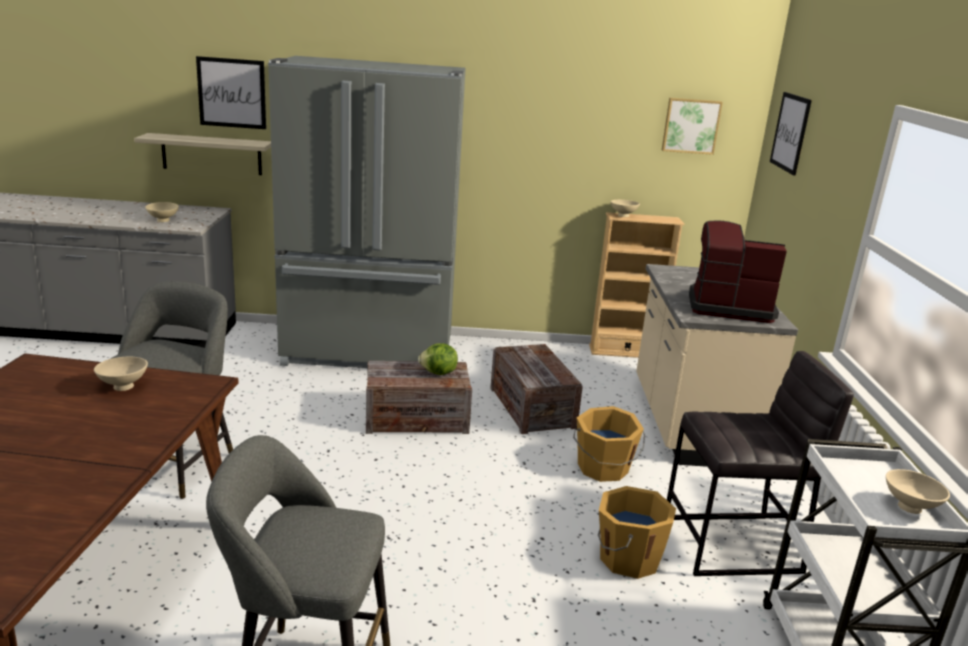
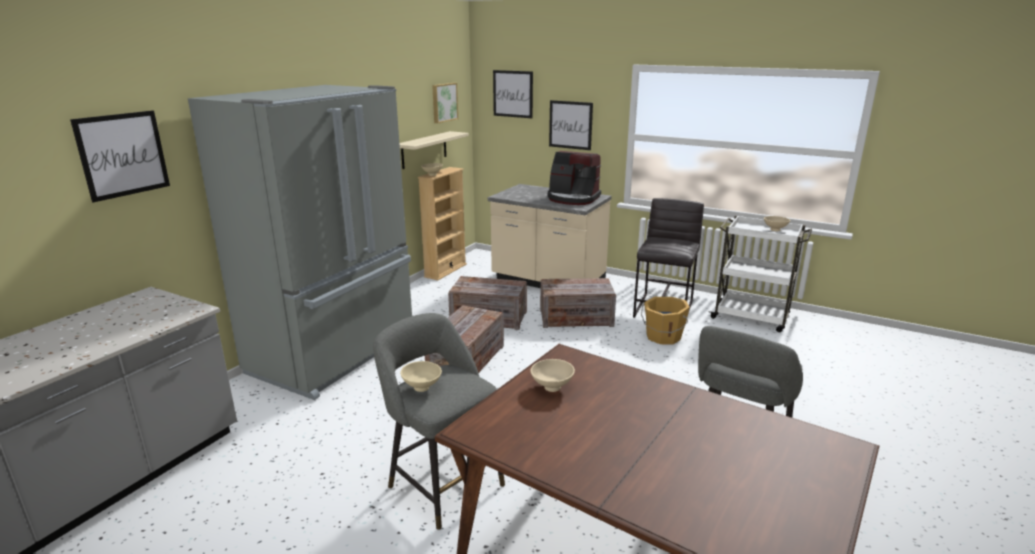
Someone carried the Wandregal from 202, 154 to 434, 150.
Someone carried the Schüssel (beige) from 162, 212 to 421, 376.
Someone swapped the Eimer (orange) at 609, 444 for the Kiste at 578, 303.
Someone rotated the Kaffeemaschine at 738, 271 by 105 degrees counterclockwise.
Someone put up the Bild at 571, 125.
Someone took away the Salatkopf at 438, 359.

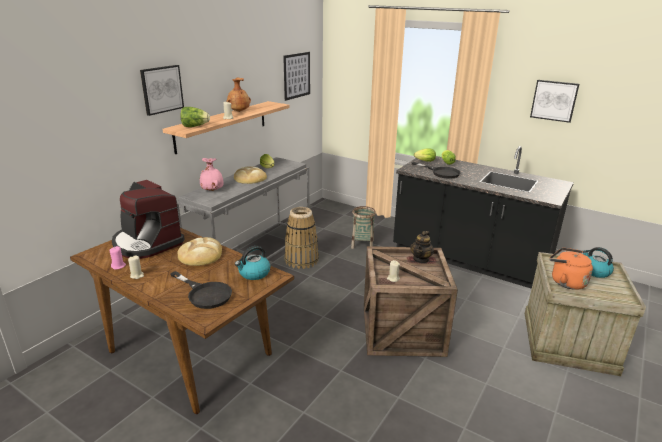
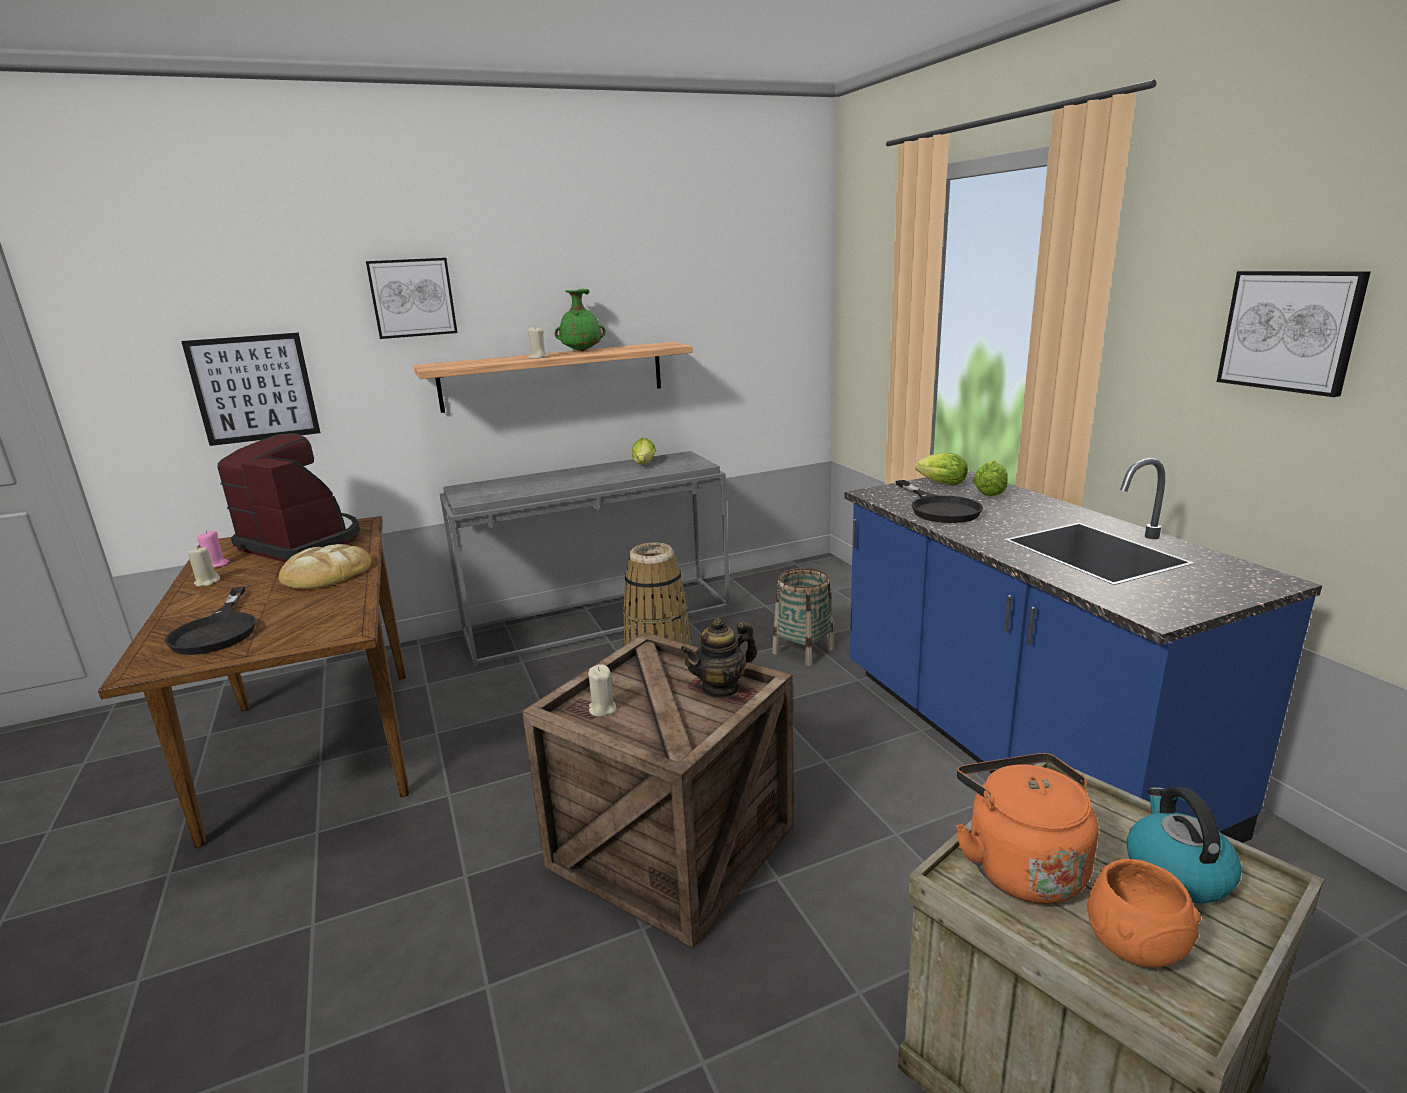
Someone carried the Bild from 296, 76 to 250, 389.
Someone rotated the Kaffeemaschine at 148, 219 by 135 degrees clockwise.
Someone repainted the Vase (braun) at 238, 95, which became the Vase (grün) at 580, 320.
Someone repainted the Küchenzeile (schwarz) at 483, 217, which became the Küchenzeile (blau) at 1083, 650.
Someone put down the Schüssel (orange) at 1144, 913.
Someone took away the Salatkopf at 195, 117.
Someone took away the Vase (rosa) at 211, 174.
Someone took away the Brot at 250, 175.
Someone took away the Wasserkessel at 252, 263.

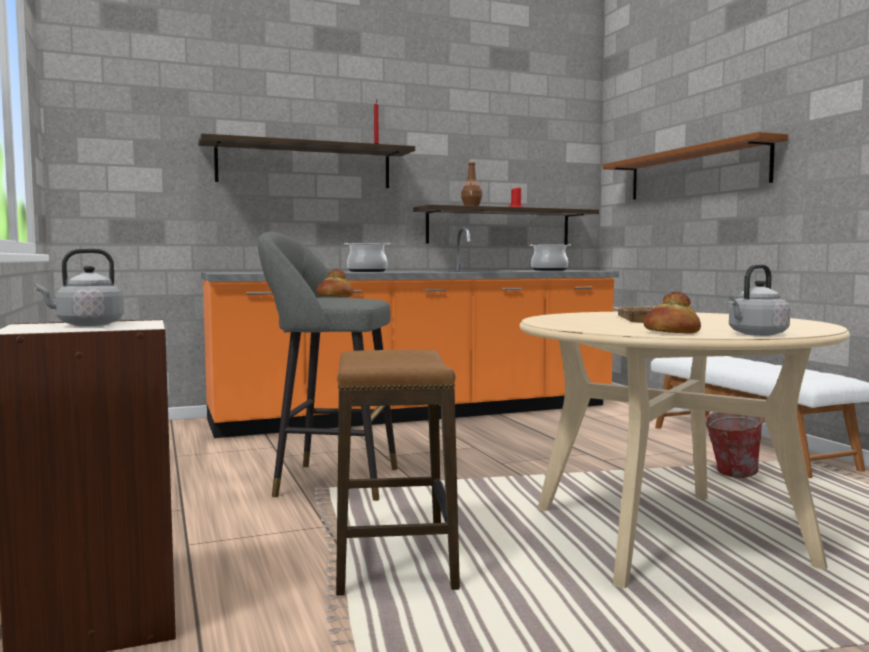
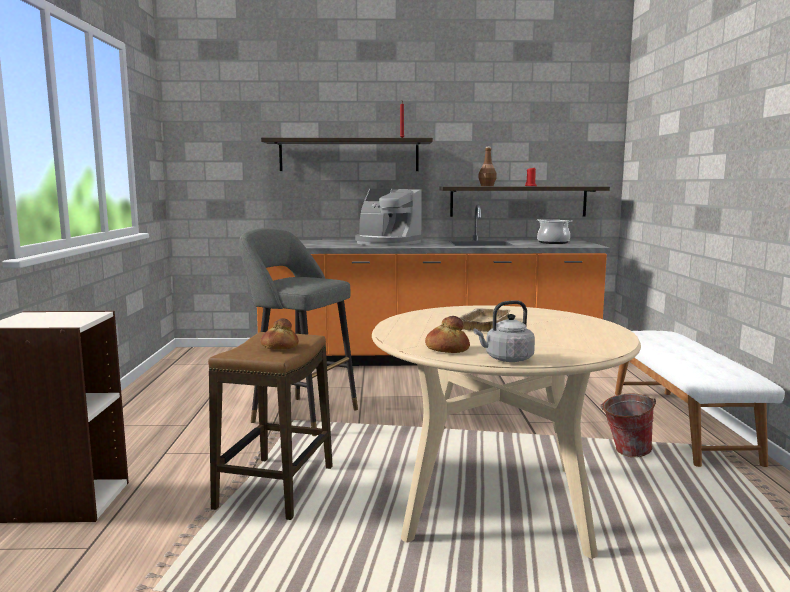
Someone carried the Brot from 335, 283 to 280, 333.
Someone swapped the Kochtopf at 367, 257 for the Kaffeemaschine at 389, 217.
Someone took away the Wasserkessel (grau) at 79, 287.
Someone took away the Wandregal (braun) at 695, 166.

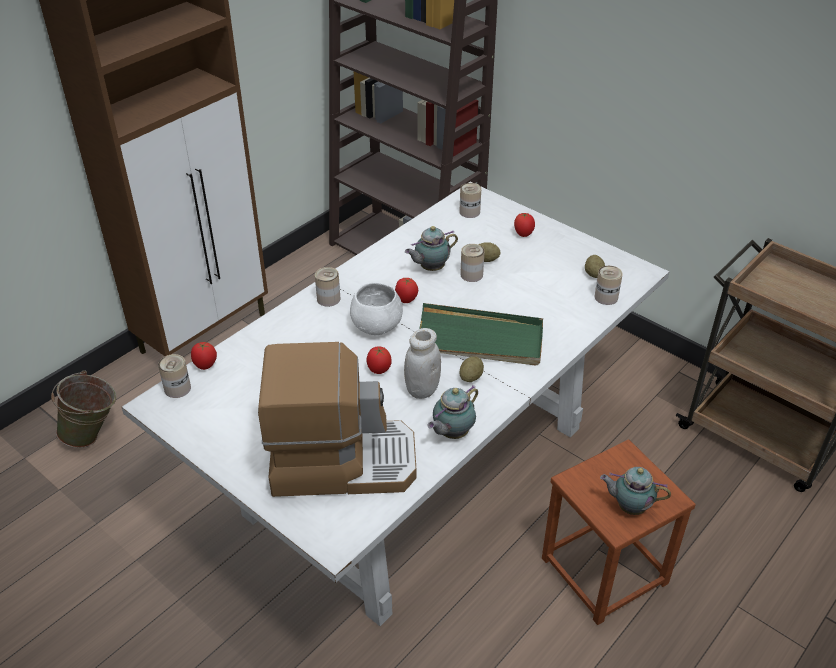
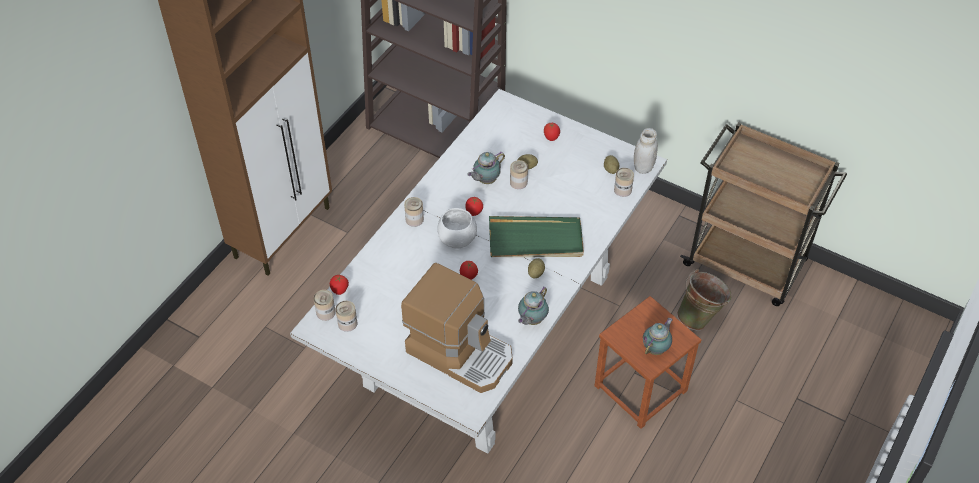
Someone carried the Dose from 470, 200 to 346, 316.
Someone rotated the Kaffeemaschine at 337, 419 by 45 degrees clockwise.
Someone carried the Vorratsglas (weiß) from 422, 363 to 646, 151.
Someone rotated the Teekanne at 635, 491 by 120 degrees clockwise.
Someone carried the Eimer (grün) from 83, 409 to 704, 300.

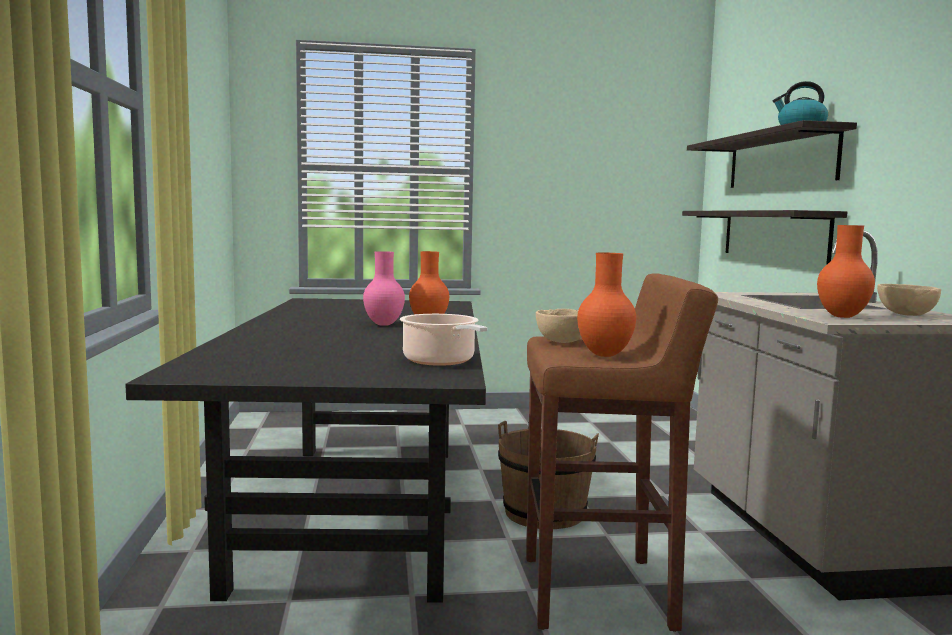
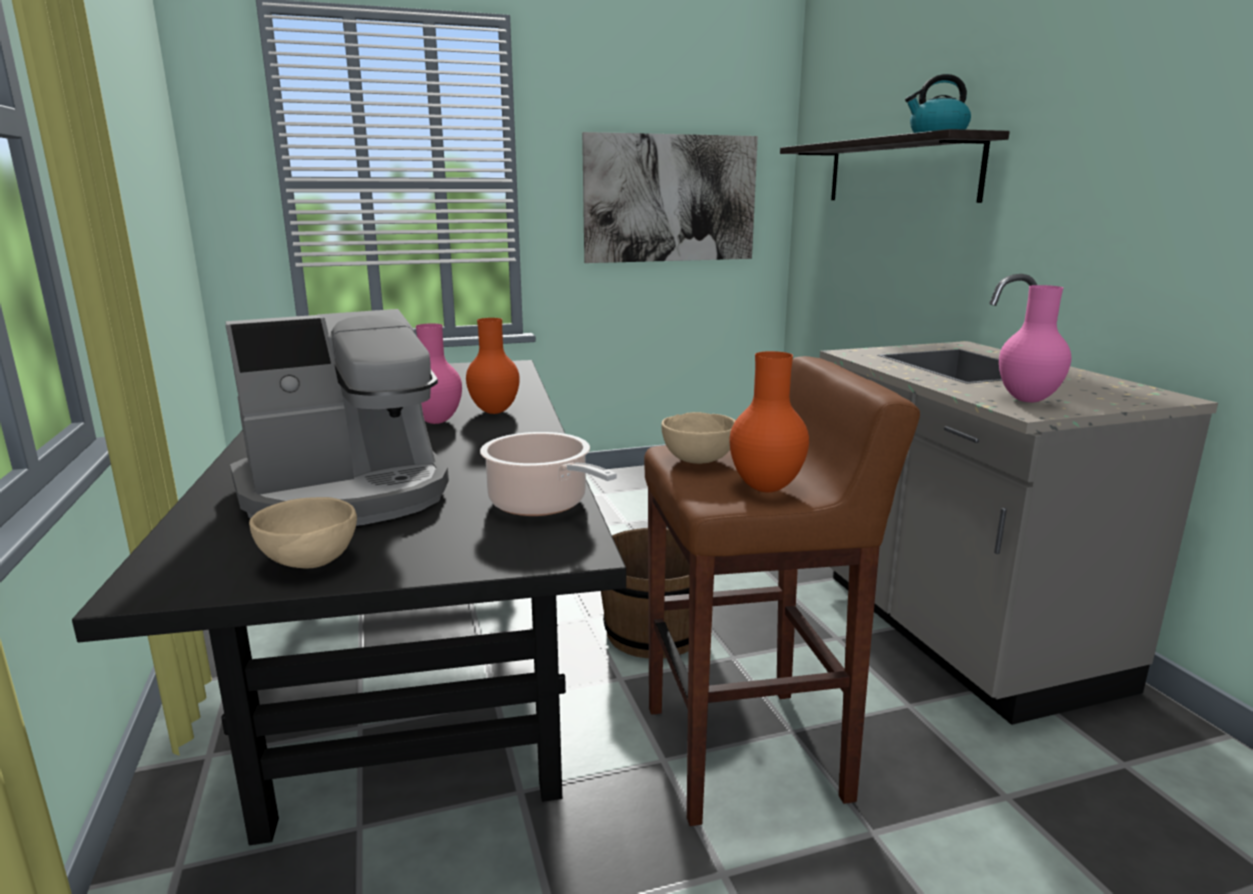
Someone put down the Kaffeemaschine at 337, 417.
Someone carried the Schüssel (beige) from 909, 300 to 303, 532.
Someone put up the Bild at 670, 197.
Someone repainted the Vase (orange) at 846, 271, which became the Vase (rosa) at 1035, 343.
Someone took away the Wandregal at 764, 237.

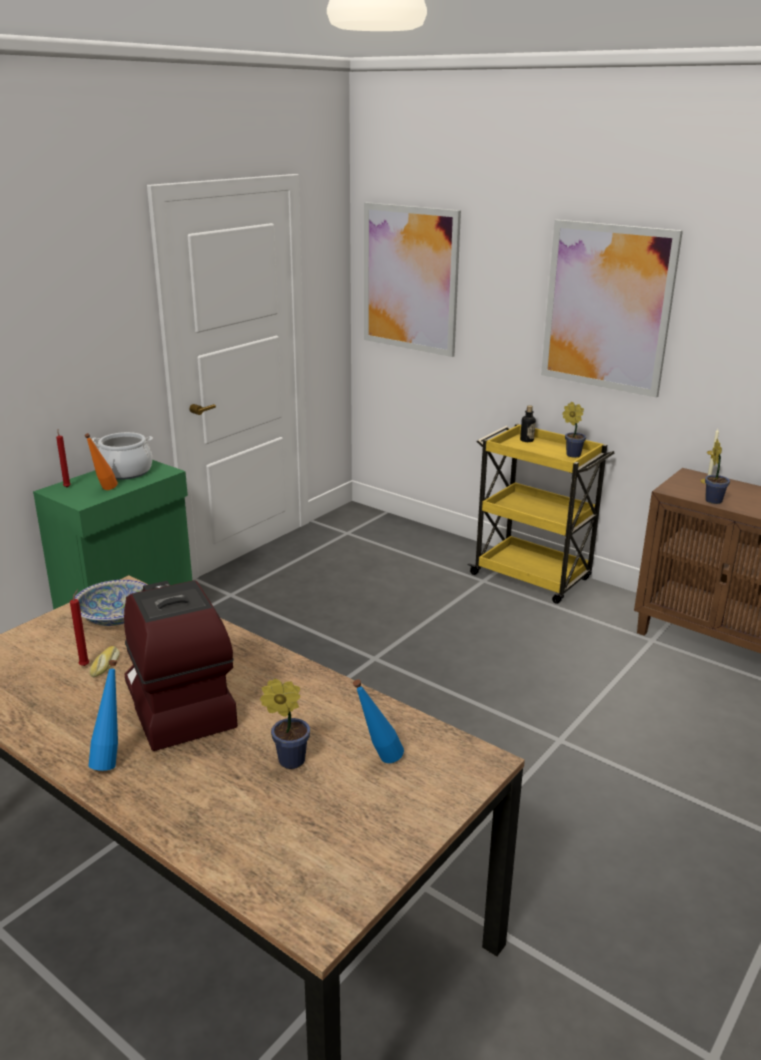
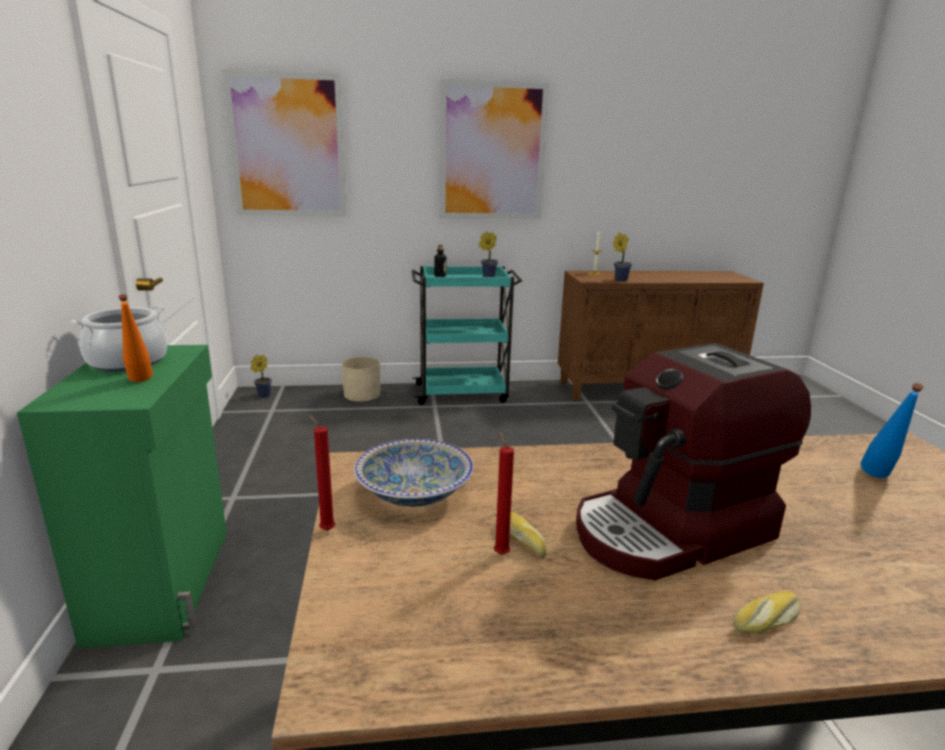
Someone carried the Topfpflanze from 285, 724 to 261, 376.
Someone carried the Kerze (rot) from 63, 458 to 321, 472.
Someone put down the Pflanzkübel (beige) at 361, 379.
Someone repainted the Rollwagen (gelb) at 541, 513, which became the Rollwagen (türkis) at 467, 335.
Someone rotated the Kaffeemaschine at 181, 665 by 45 degrees counterclockwise.
Someone swapped the Flasche (blau) at 103, 715 for the Brot at 767, 612.

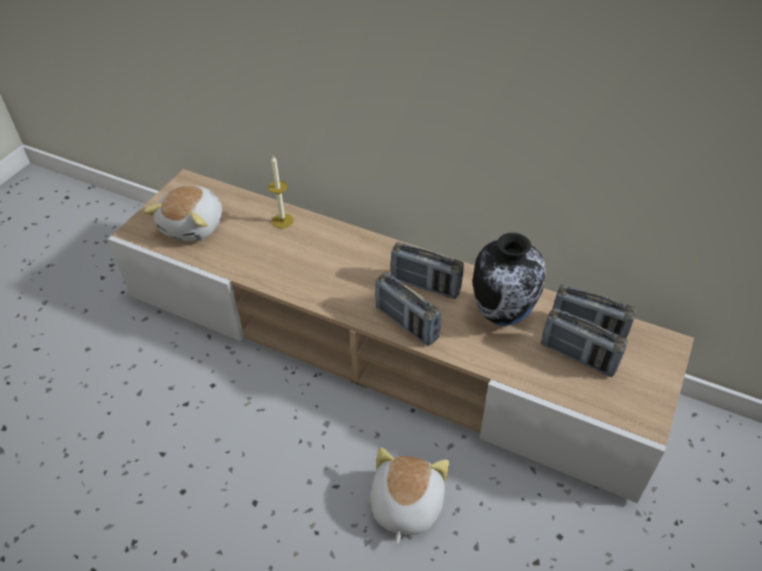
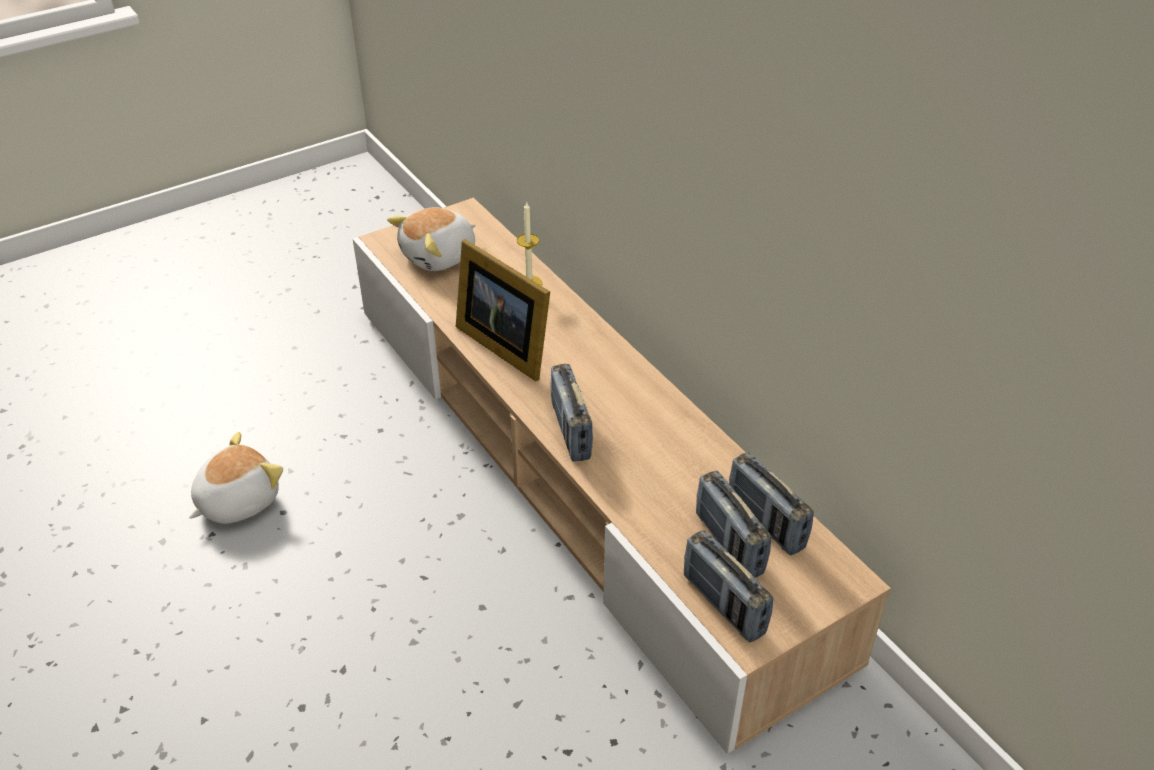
Someone carried the Plüschtier from 409, 495 to 236, 478.
Someone put down the Bilderrahmen at 503, 310.
Someone carried the Radio from 427, 270 to 728, 586.
Someone took away the Vase at 509, 279.

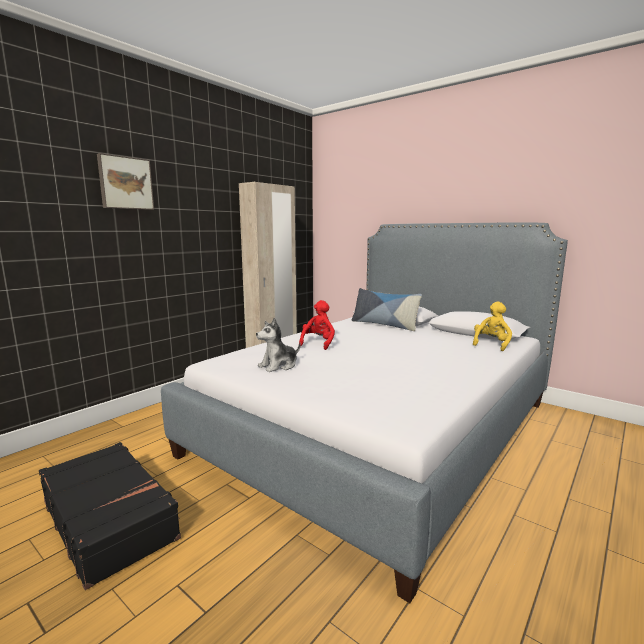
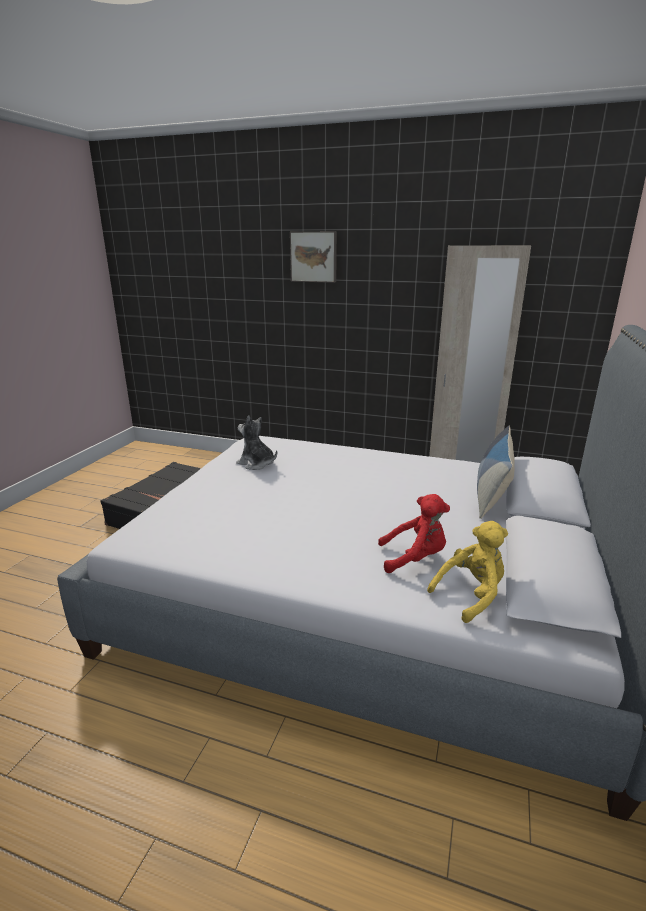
Someone carried the Plüschtier (rot) from 317, 325 to 414, 533.
Someone rotated the Plüschtier (gelb) at 492, 326 by 45 degrees counterclockwise.

